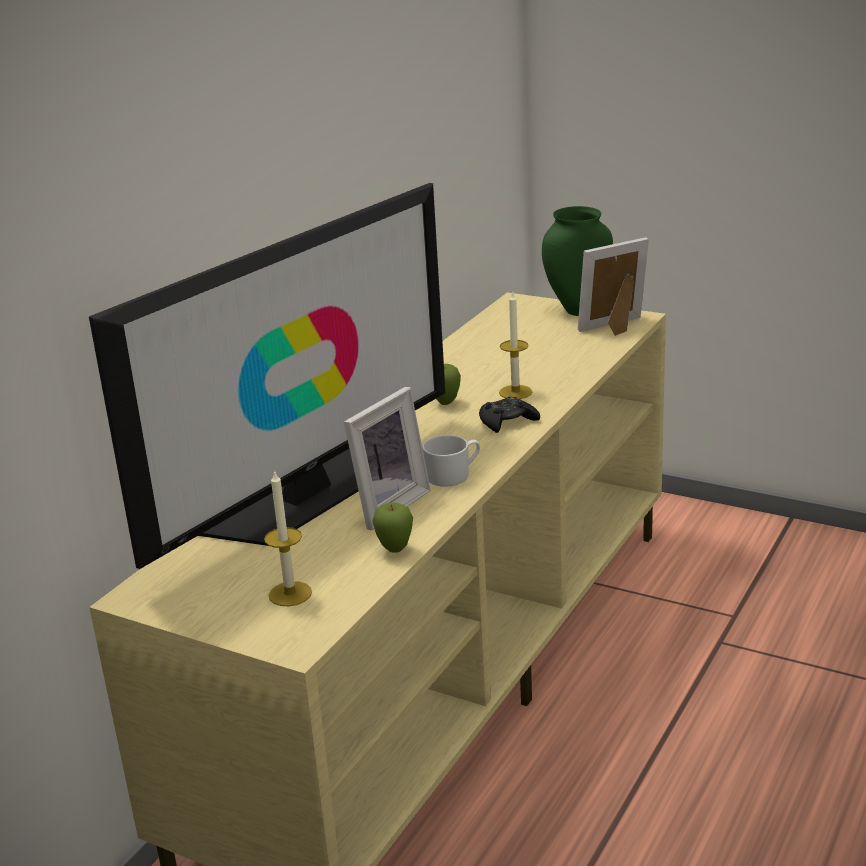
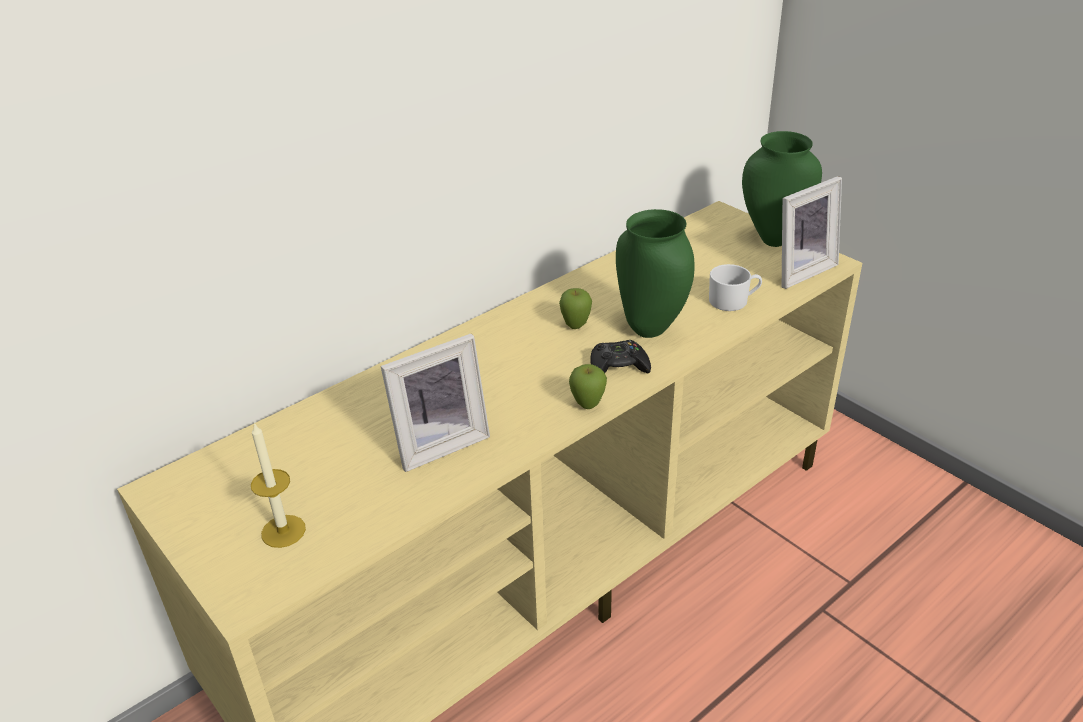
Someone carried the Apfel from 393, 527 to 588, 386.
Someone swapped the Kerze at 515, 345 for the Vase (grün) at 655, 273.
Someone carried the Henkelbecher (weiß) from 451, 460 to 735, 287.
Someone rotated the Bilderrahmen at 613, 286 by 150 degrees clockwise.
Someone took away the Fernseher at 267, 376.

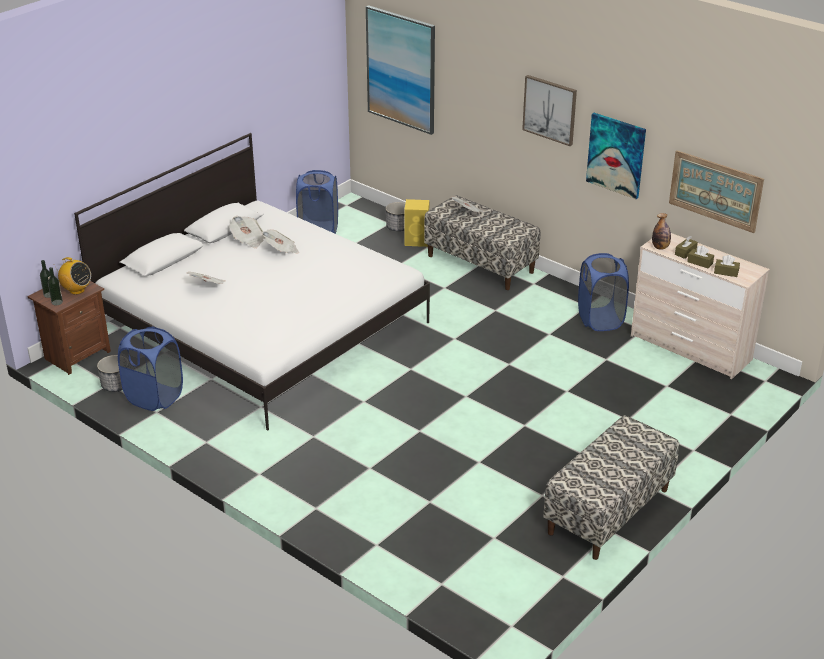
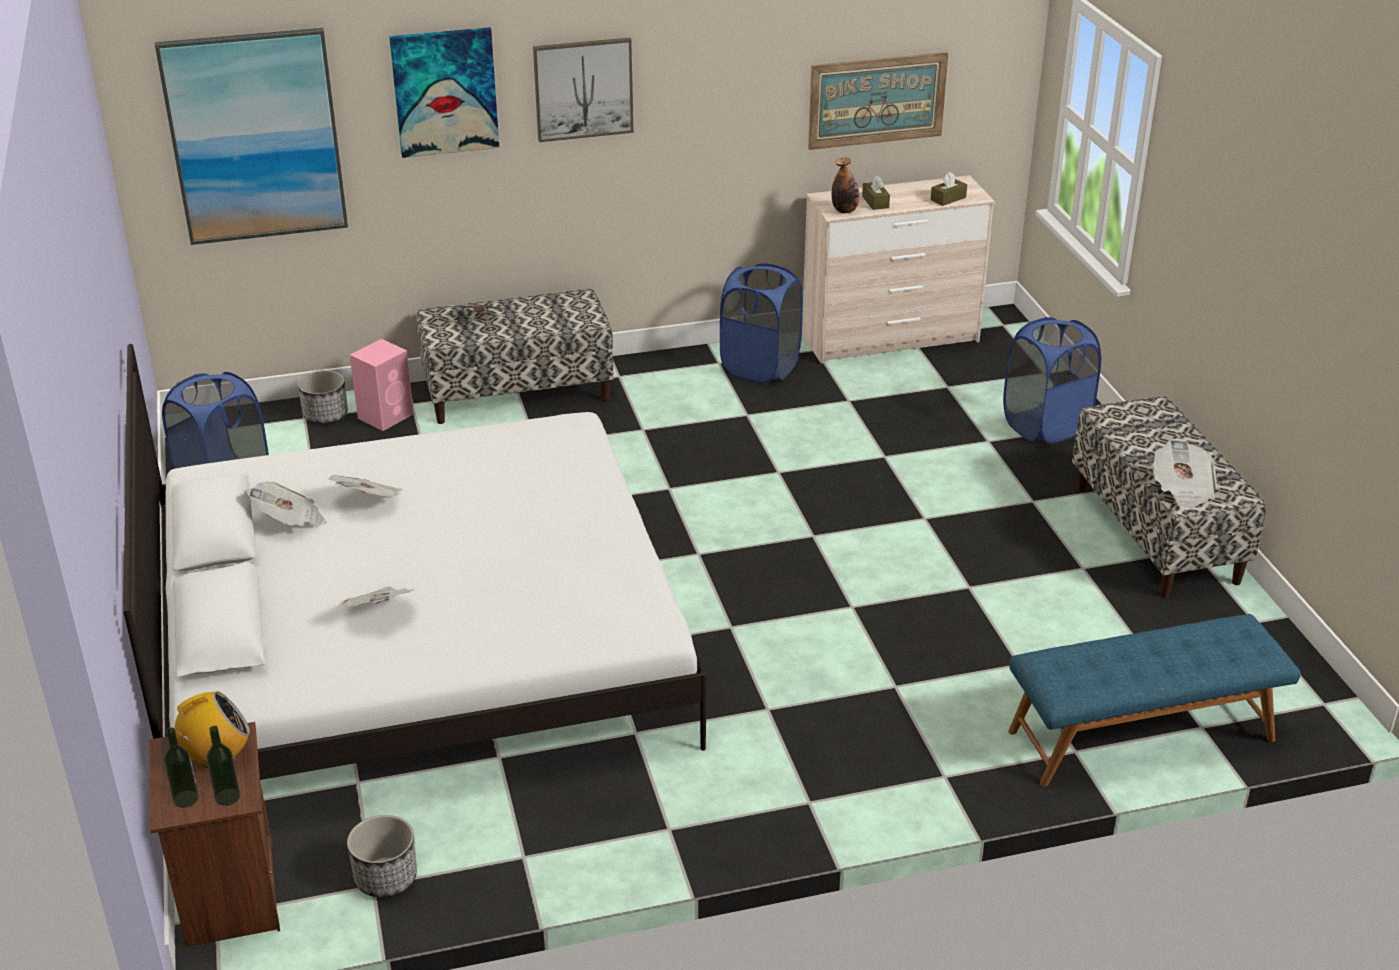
Someone repainted the Lautsprecher (gelb) at 416, 223, which became the Lautsprecher (rosa) at 382, 385.
Someone carried the Bild from 616, 156 to 444, 92.
Someone carried the Wäschekorb (blau) from 150, 369 to 1052, 380.
Someone put down the Bank (blau) at 1154, 700.
Someone put down the Zeitung at 1185, 474.
Someone took away the Taschentuchbox (braun) at 700, 257.

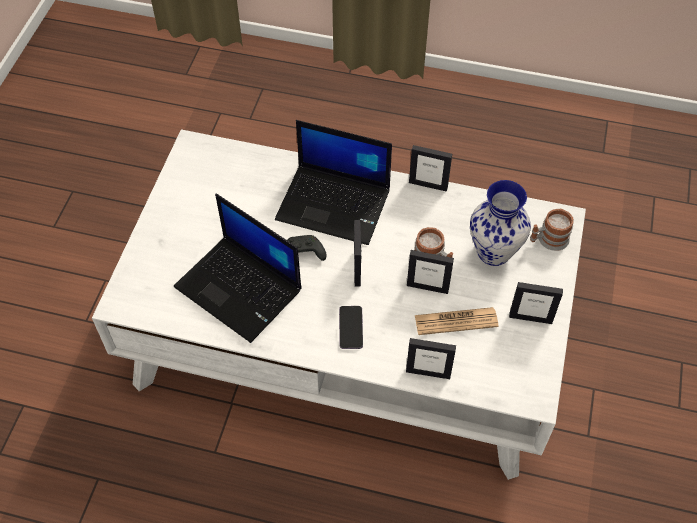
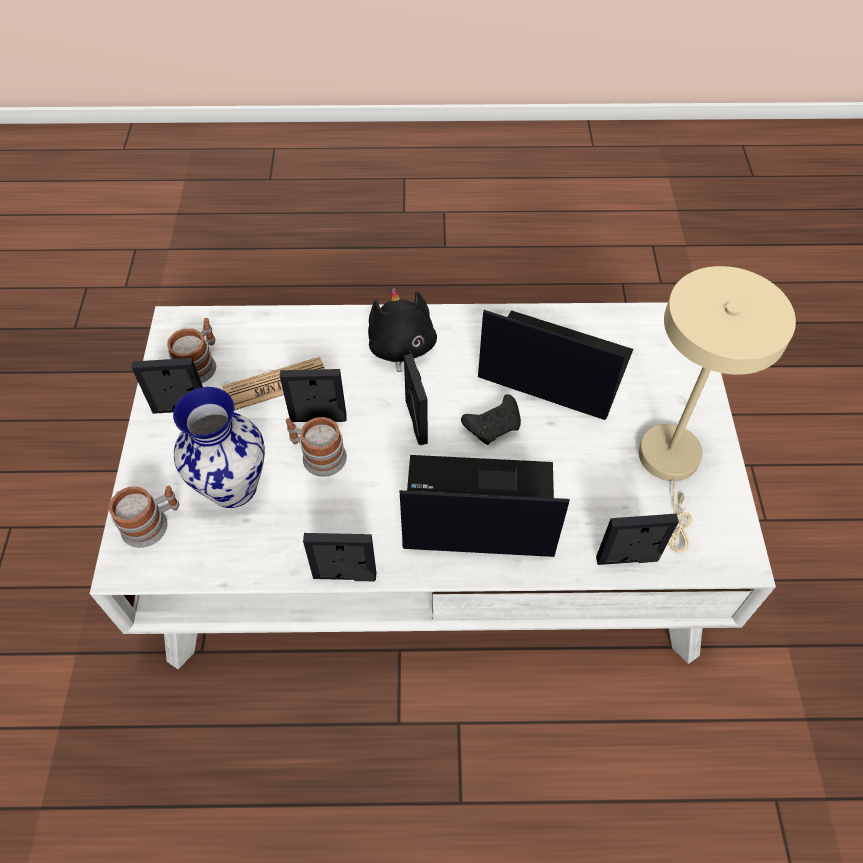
Someone put down the Henkelbecher at 191, 350.
Someone swapped the Handy at 351, 327 for the Plüschtier (schwarz) at 402, 333.
Someone carried the Bilderrahmen from 431, 358 to 637, 539.
Someone put down the Tischlampe (beige) at 717, 409.

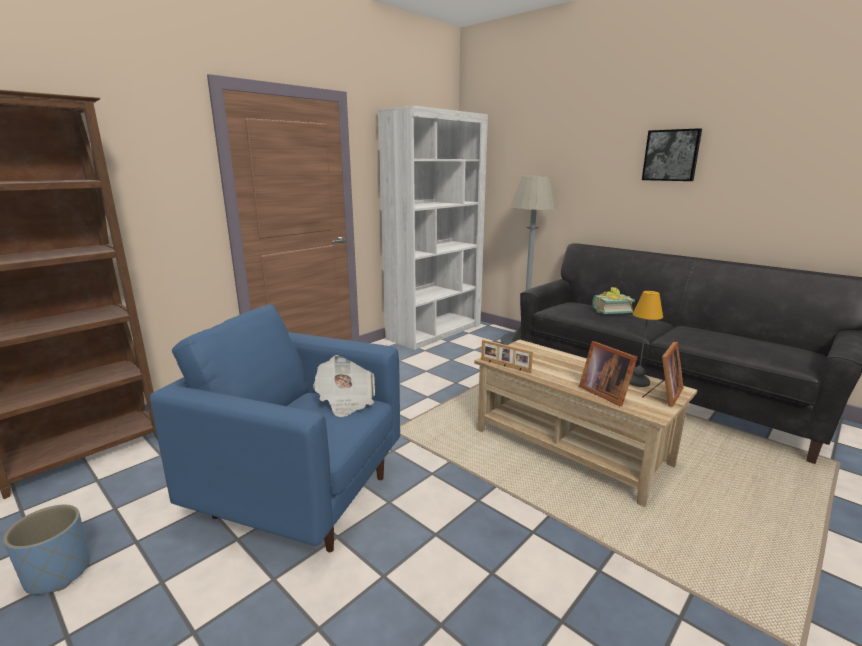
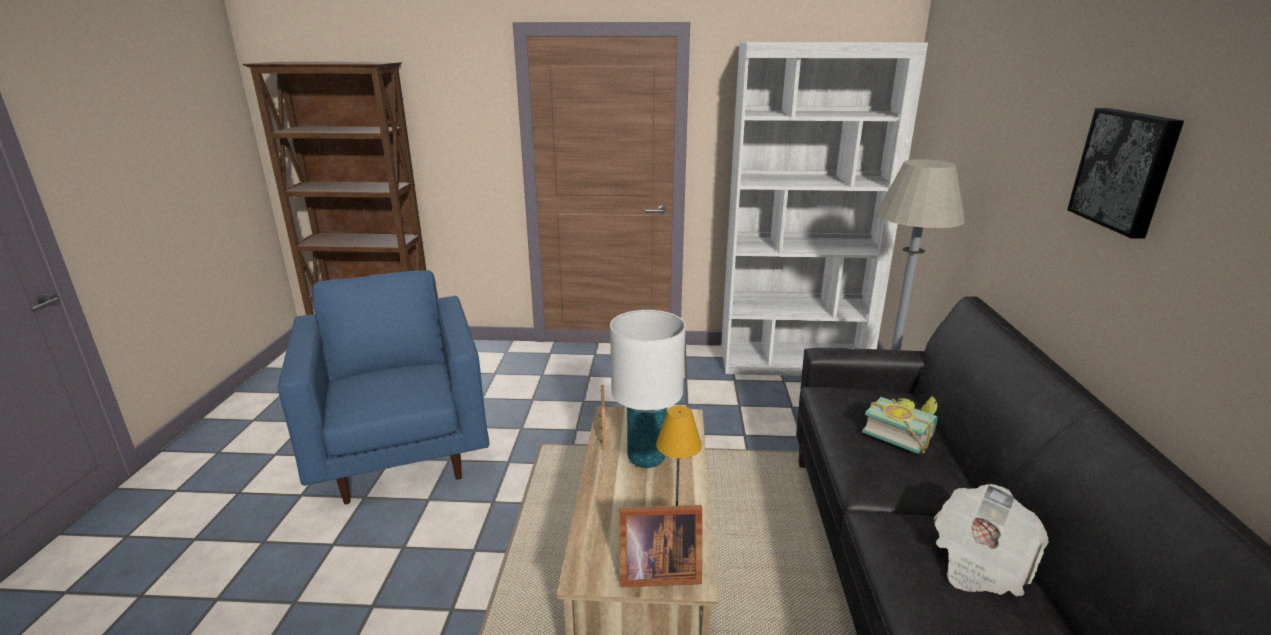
Someone put down the Tischlampe (weiß) at 648, 389.
Someone carried the Zeitung from 344, 386 to 991, 540.
Someone took away the Pflanzkübel (blau) at 46, 549.
Someone took away the Bilderrahmen at 608, 373.

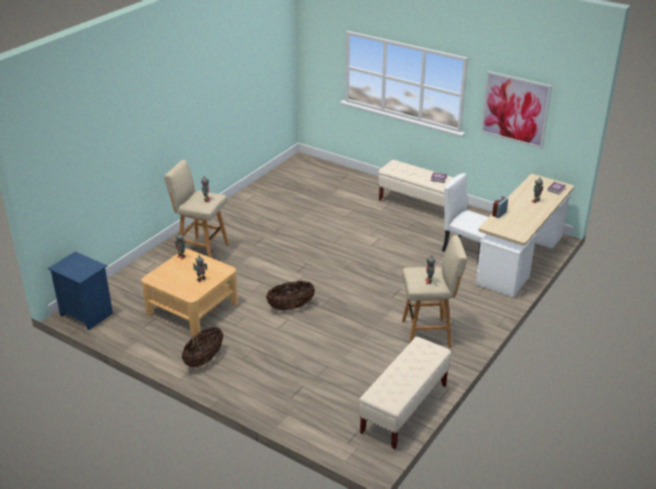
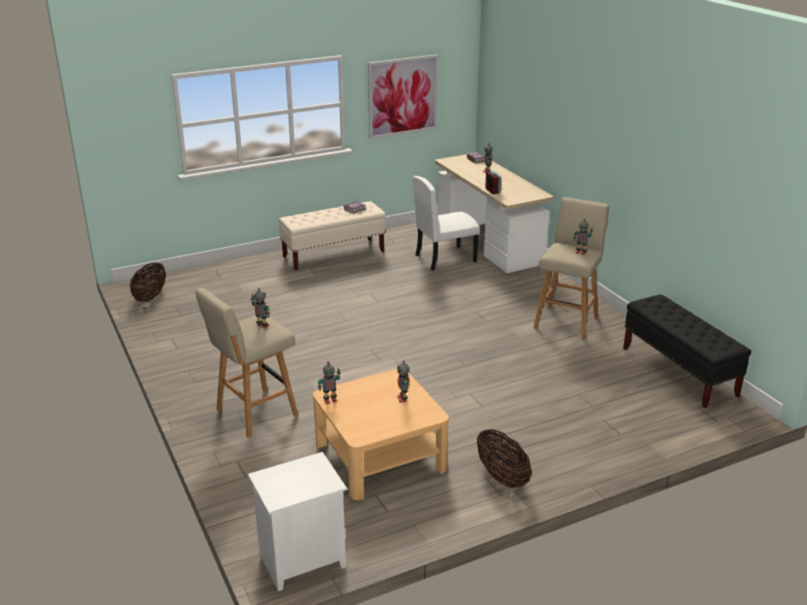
Someone carried the Korb from 290, 295 to 148, 282.
Someone repainted the Nachttisch (blau) at 80, 290, which became the Nachttisch (weiß) at 297, 521.
Someone repainted the Bank (beige) at 405, 393, which became the Bank (schwarz) at 687, 351.

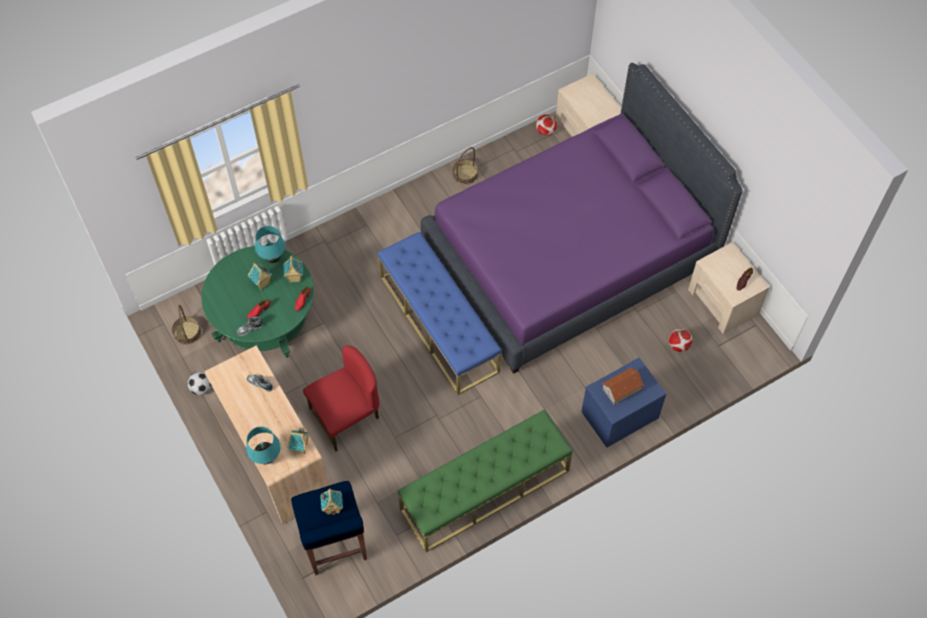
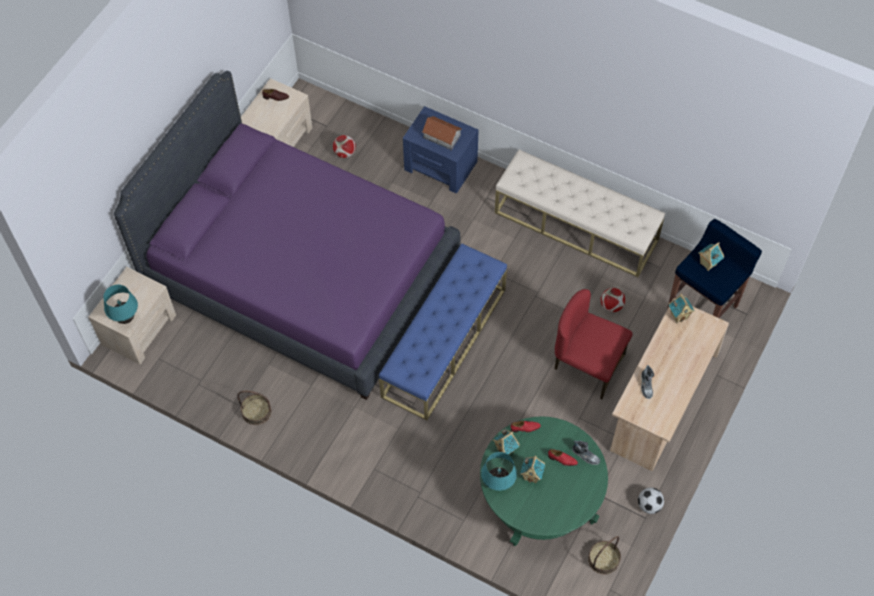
Someone carried the Tischlampe (türkis) from 263, 445 to 120, 304.
Someone repainted the Bank (grün) at 485, 481, which became the Bank (beige) at 580, 213.
Someone carried the Fußball from 546, 125 to 613, 300.

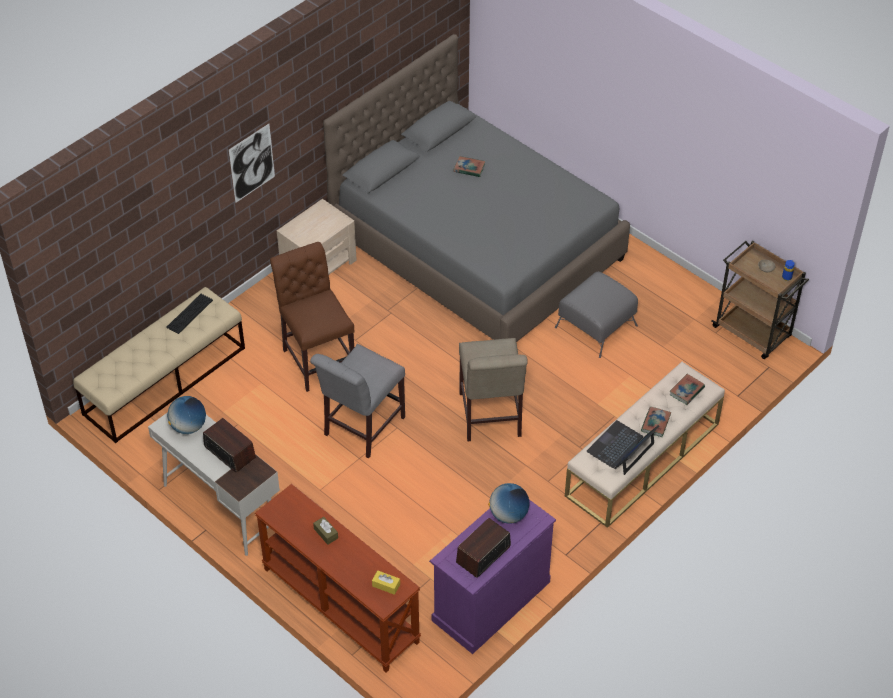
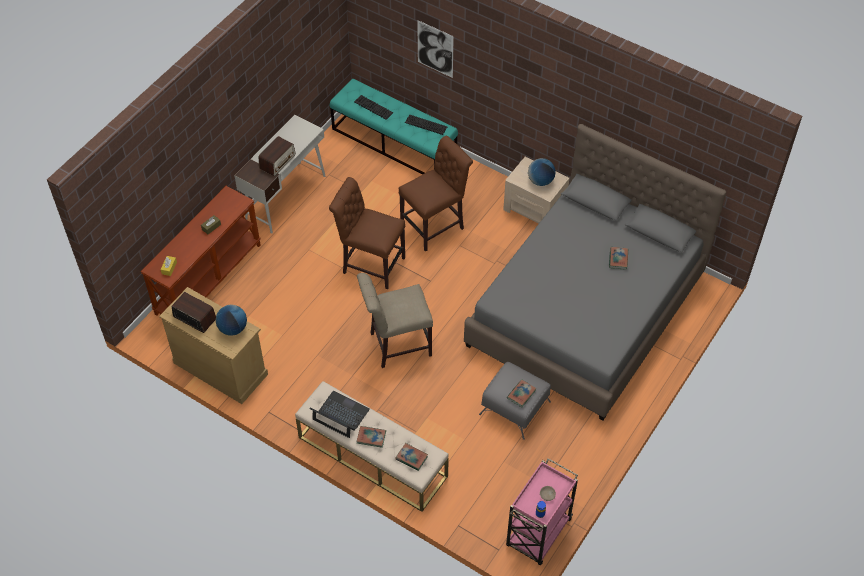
Someone repainted the Kommode (lila) at 492, 577, which became the Kommode (beige) at 213, 345.
Someone repainted the Stuhl (grau) at 357, 401, which became the Stuhl (braun) at 367, 233.
Someone repainted the Bank (beige) at 159, 365, which became the Bank (türkis) at 394, 126.
Someone put down the Tastatur at 373, 107.
Someone carried the Bild from 252, 163 to 435, 49.
Someone repainted the Rollwagen (braun) at 760, 300, which became the Rollwagen (rosa) at 542, 511.
Someone put down the Buch at 522, 393.
Someone carried the Globus from 186, 415 to 542, 172.

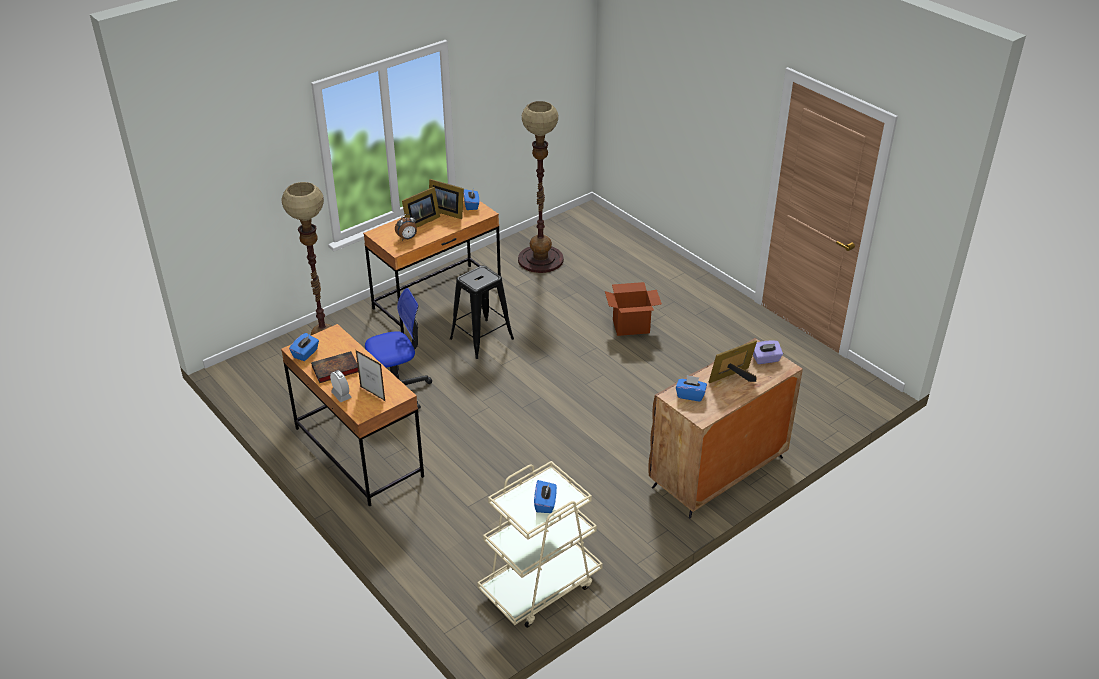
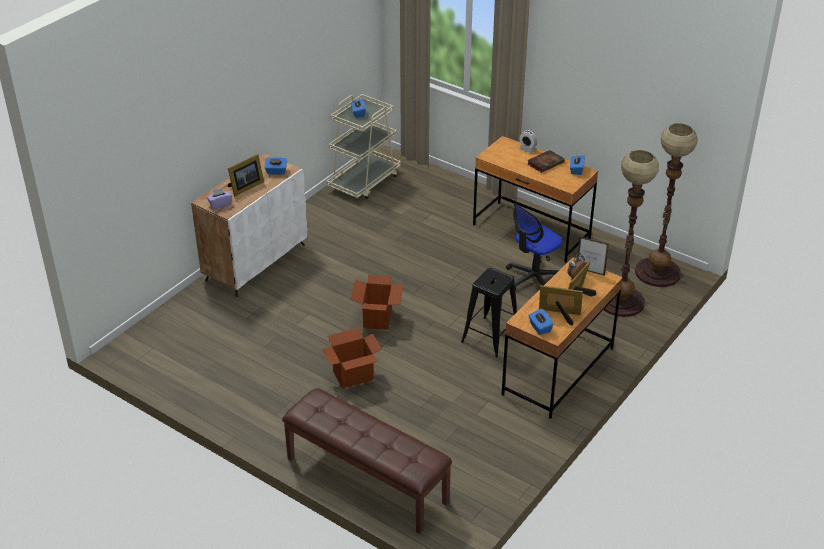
Someone repainted the Schrank (braun) at 725, 428, which became the Schrank (weiß) at 249, 225.
Someone put down the Bank (braun) at 367, 461.
Someone put down the Karton at 377, 302.
Someone carried the Bilderrahmen from 370, 375 to 593, 256.
Someone carried the Stehlampe from 541, 187 to 666, 205.

